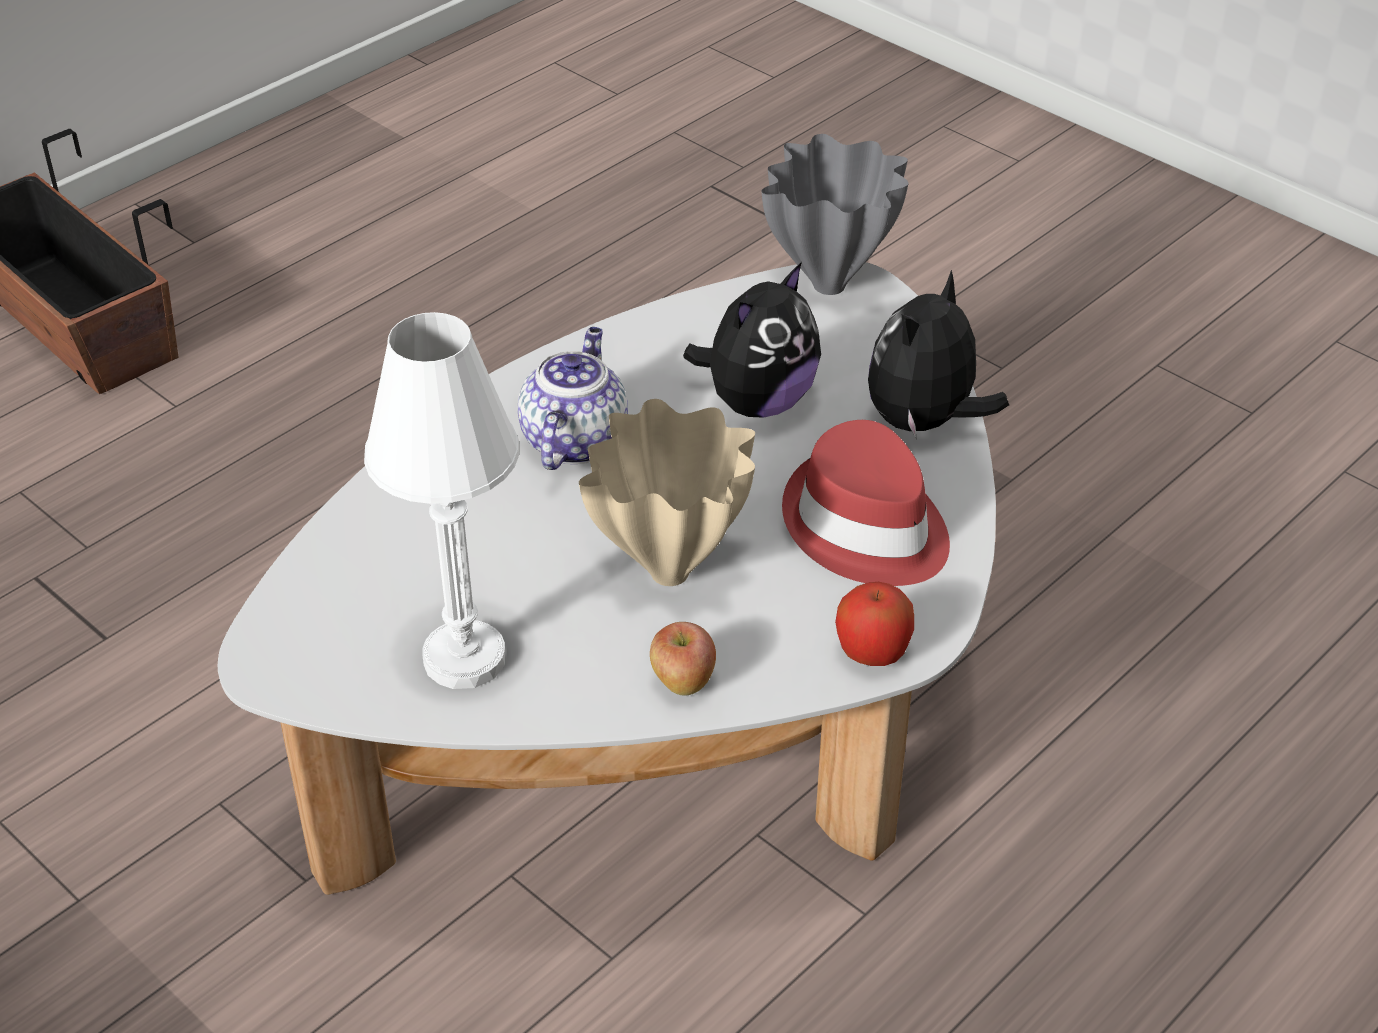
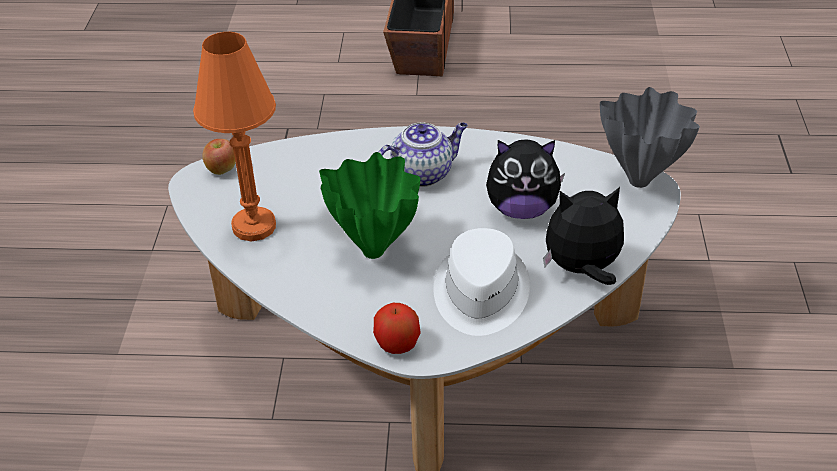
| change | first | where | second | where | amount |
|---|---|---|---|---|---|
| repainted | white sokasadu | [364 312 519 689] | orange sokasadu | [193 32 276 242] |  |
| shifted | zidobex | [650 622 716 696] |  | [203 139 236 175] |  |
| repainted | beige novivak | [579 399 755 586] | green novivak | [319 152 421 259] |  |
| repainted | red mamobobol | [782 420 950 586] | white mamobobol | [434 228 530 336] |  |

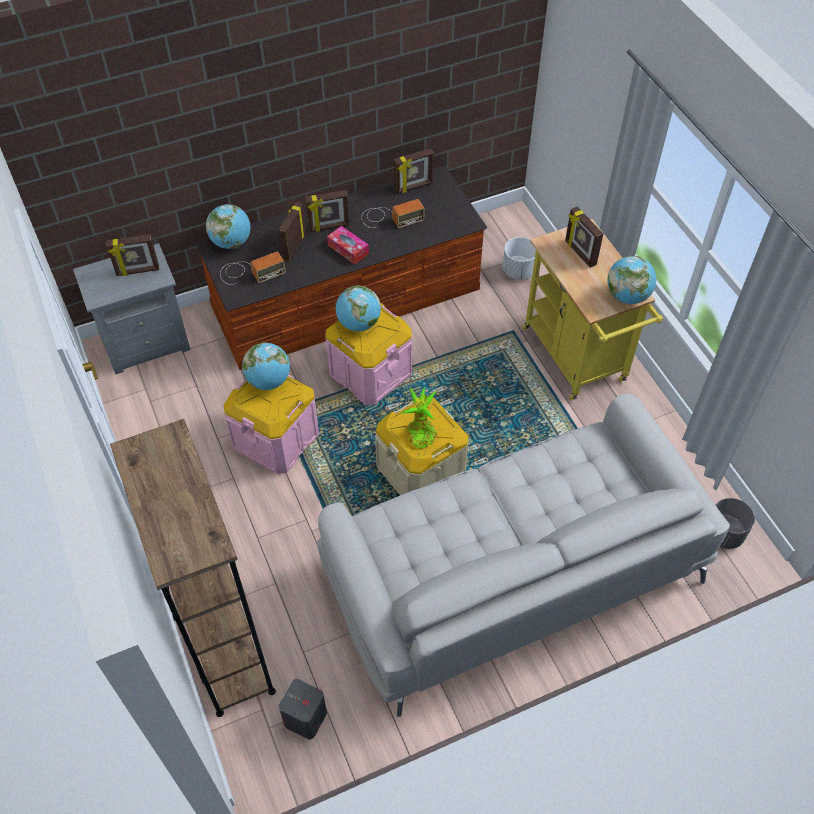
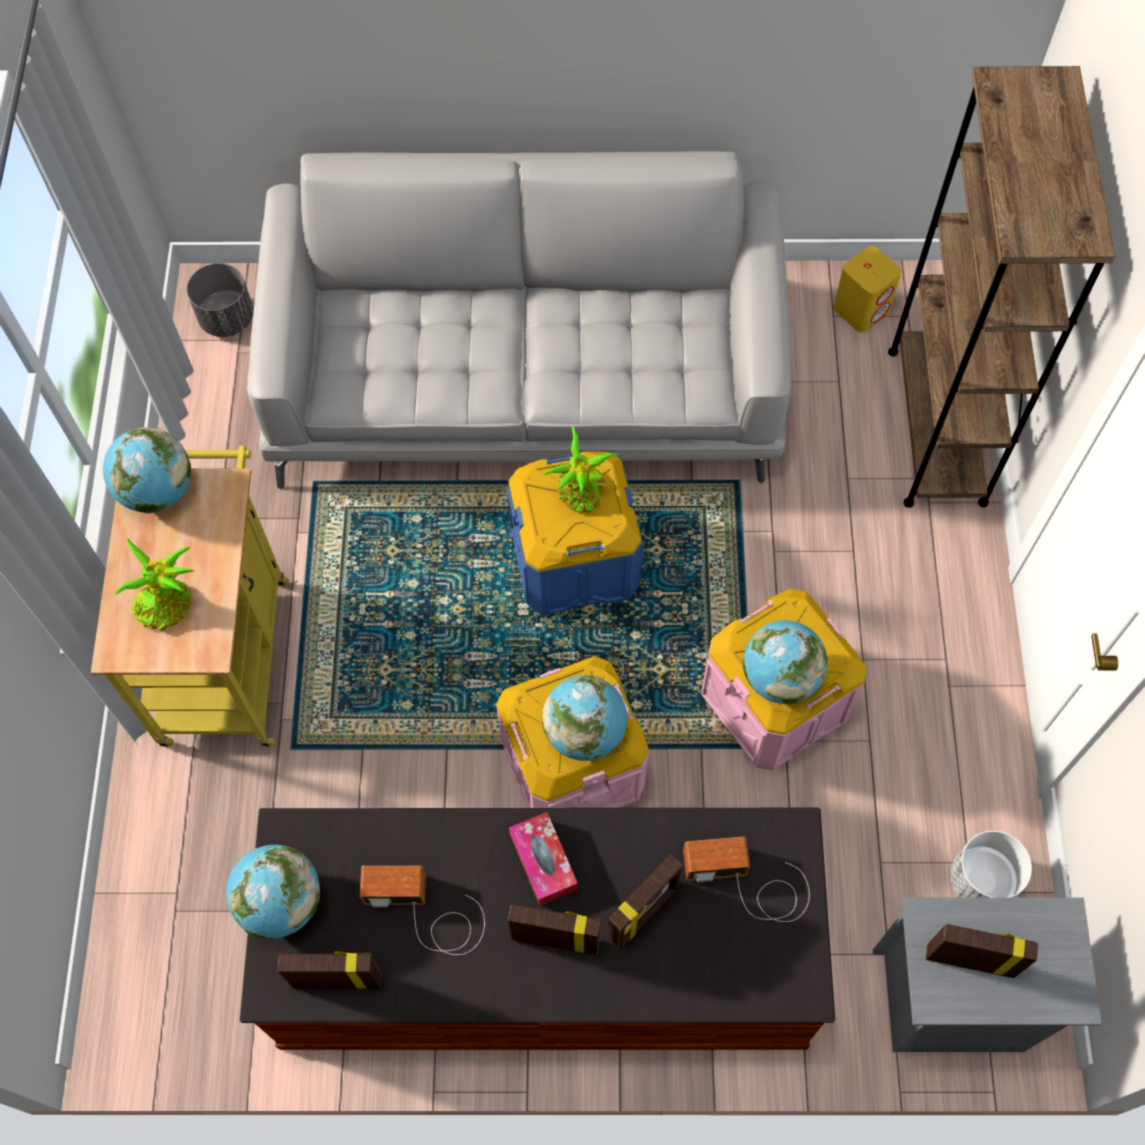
| change | first | where | second | where | amount |
|---|---|---|---|---|---|
| swapped | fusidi | [565 207 603 268] | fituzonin | [115 537 195 631] |  |
| shifted | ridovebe | [206 204 250 249] |  | [226 845 320 939] |  |
| repainted | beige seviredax | [375 398 469 495] | blue seviredax | [507 451 644 615] |  |
| repainted | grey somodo | [279 679 327 739] | yellow somodo | [833 246 902 333] |  |
| shifted | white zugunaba | [503 237 536 280] |  | [950 831 1032 898] |  |

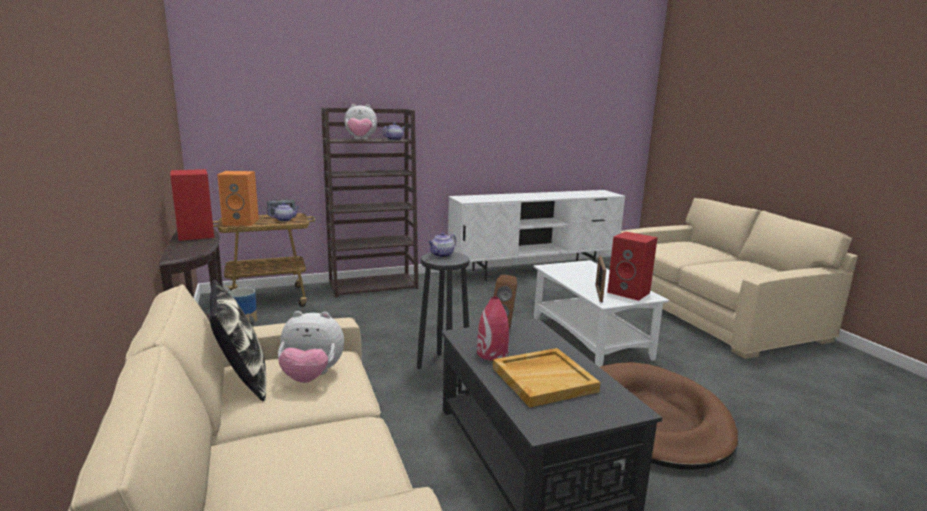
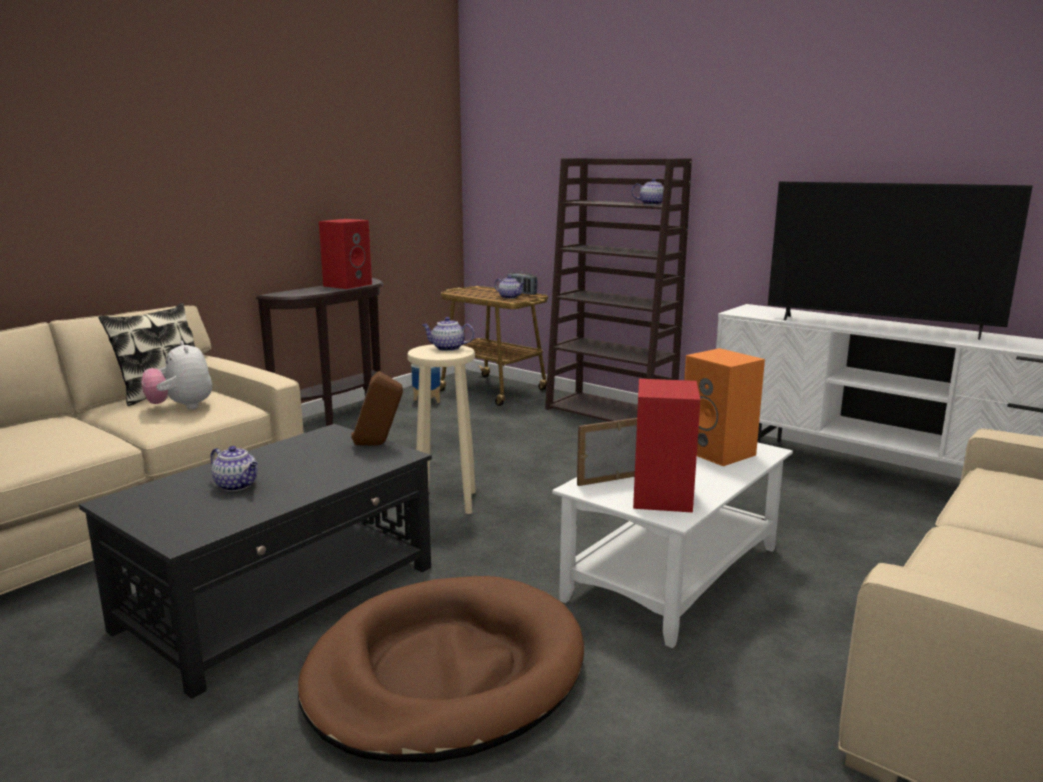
| change | first | where | second | where | amount |
|---|---|---|---|---|---|
| swapped | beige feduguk | [493 348 601 408] | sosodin | [211 446 258 491] |  |
| repainted | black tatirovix | [417 252 470 369] | beige tatirovix | [407 344 476 514] |  |
| shifted | orange somodo | [217 171 259 225] |  | [684 348 765 466] |  |
| new |  |  | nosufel | [768 182 1033 340] |  |
| gone | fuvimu | [344 104 377 140] |  |  |  |
| gone | red novivak | [477 296 509 361] |  |  |  |

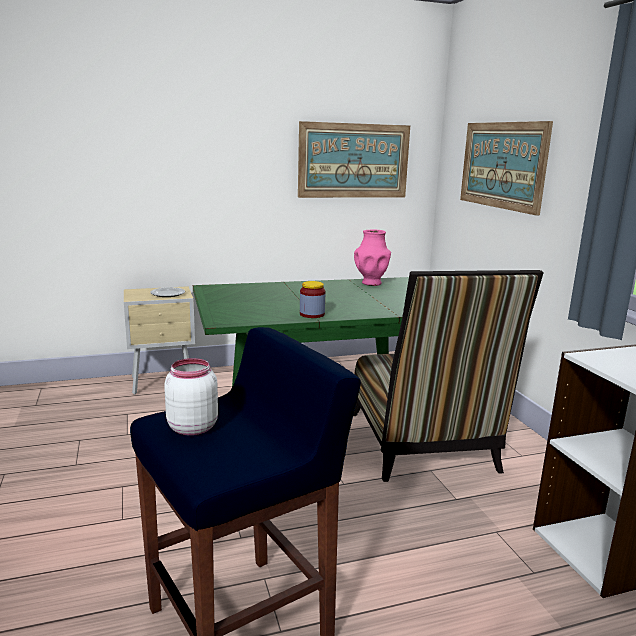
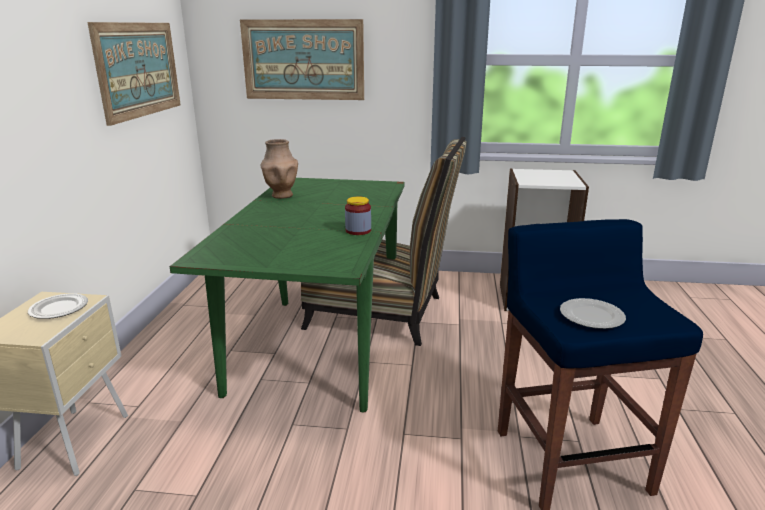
| change | first | where | second | where | amount |
|---|---|---|---|---|---|
| repainted | pink novivak | [354 230 391 286] | brown novivak | [261 139 298 199] |  |
| swapped | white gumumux | [164 358 218 436] | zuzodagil | [560 298 626 329] |  |

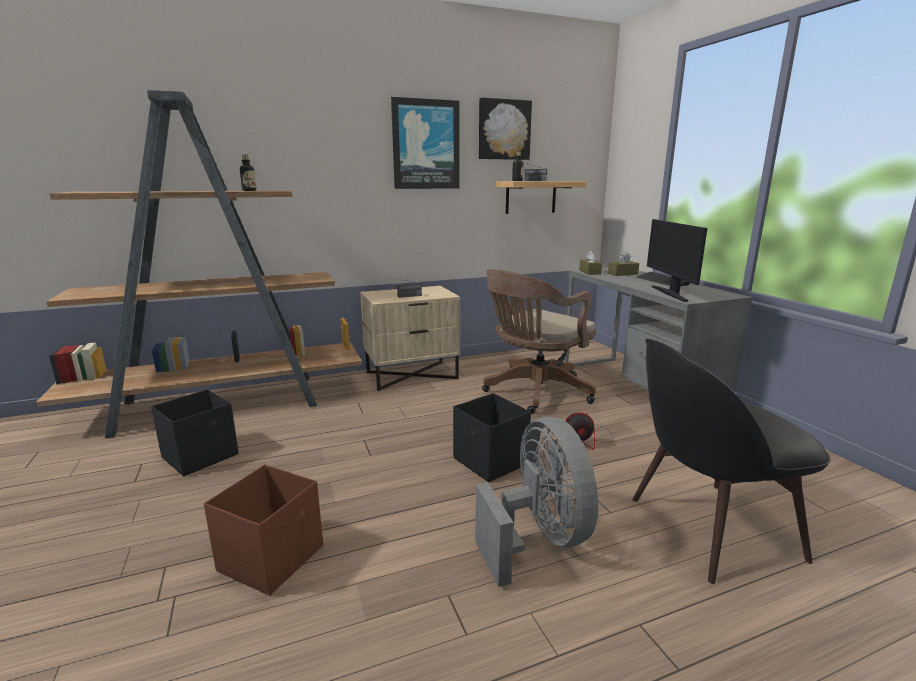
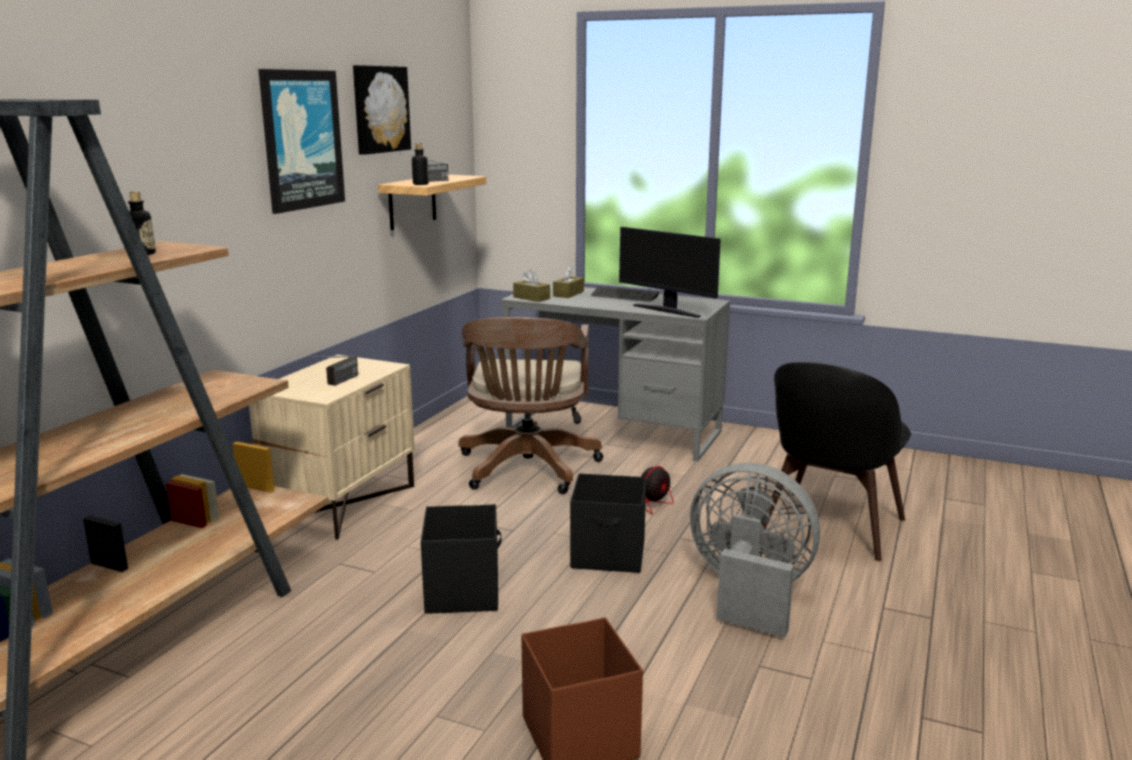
| change | first | where | second | where | amount |
|---|---|---|---|---|---|
| shifted | black seviredax | [151 389 239 476] |  | [421 504 502 614] |  |

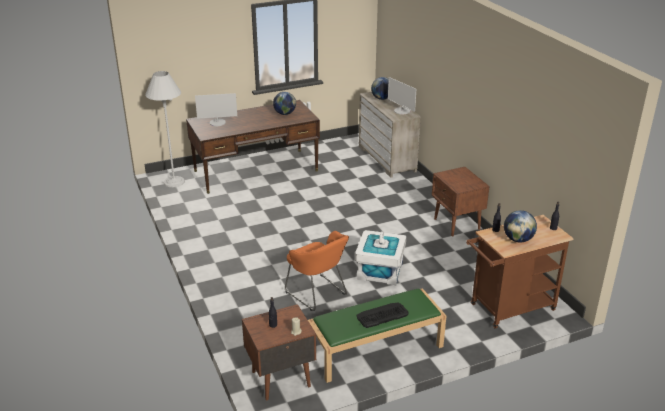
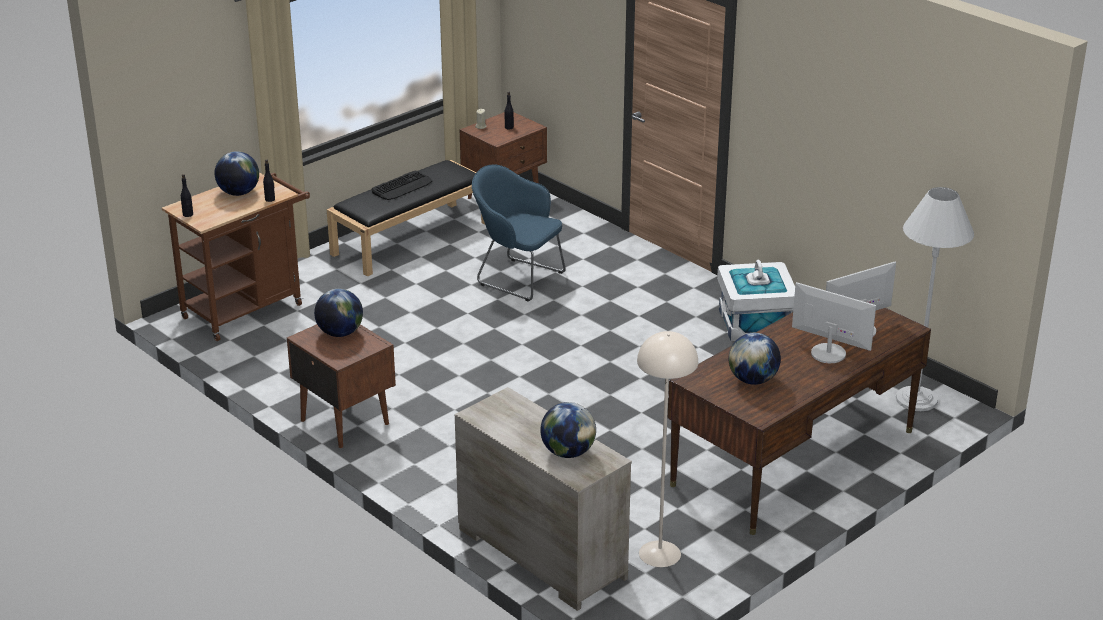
| change | first | where | second | where | amount |
|---|---|---|---|---|---|
| new |  |  | ridovebe | [314 289 363 337] |  |
| repainted | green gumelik | [308 288 446 383] | black gumelik | [327 160 485 277] |  |
| repainted | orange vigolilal | [285 231 349 311] | blue vigolilal | [472 164 566 302] |  |
| new |  |  | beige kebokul | [637 331 698 567] |  |
| shifted | white seviredax | [355 230 406 285] |  | [717 260 795 341] |  |
| shifted | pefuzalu | [388 77 416 115] |  | [792 282 876 363] |  |

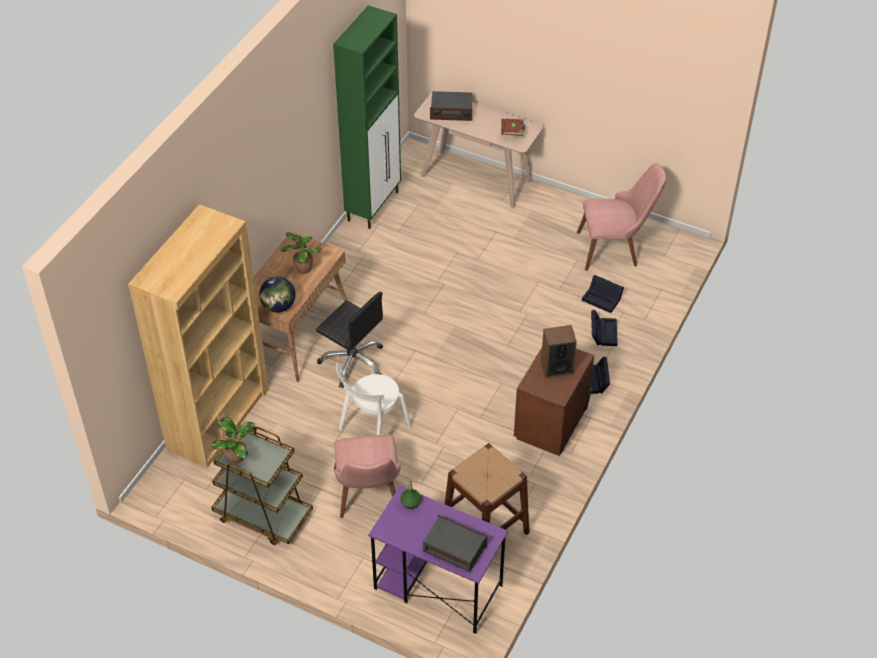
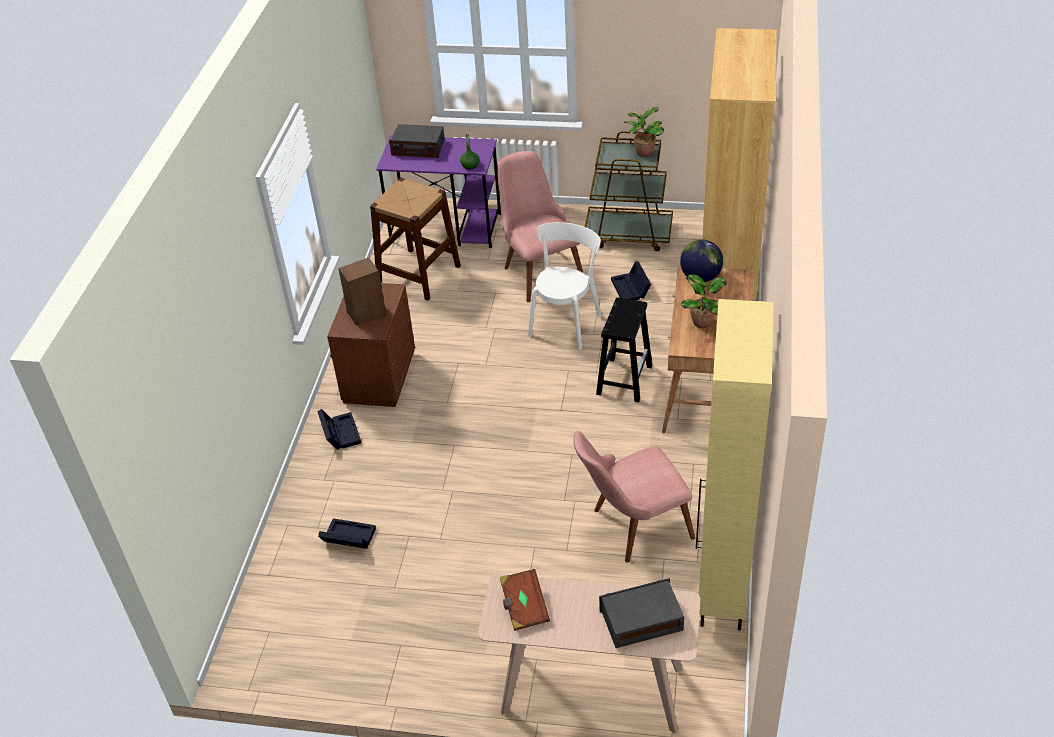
| change | first | where | second | where | amount |
|---|---|---|---|---|---|
| shifted | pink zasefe | [577 163 666 271] |  | [573 431 695 562] |  |
| swapped | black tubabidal | [316 292 383 388] | black tatirovix | [596 297 652 402] |  |
| shifted | black seviredax | [591 310 618 346] |  | [611 261 651 300] |  |
| repainted | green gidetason | [333 5 401 229] | beige gidetason | [696 299 774 631] |  |

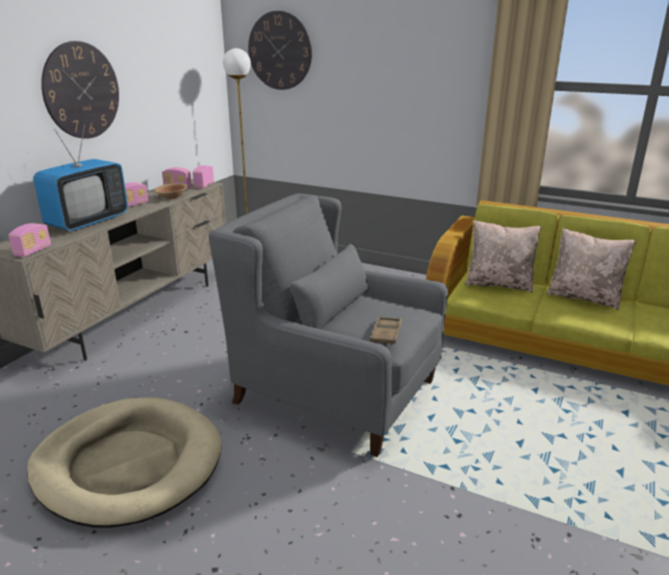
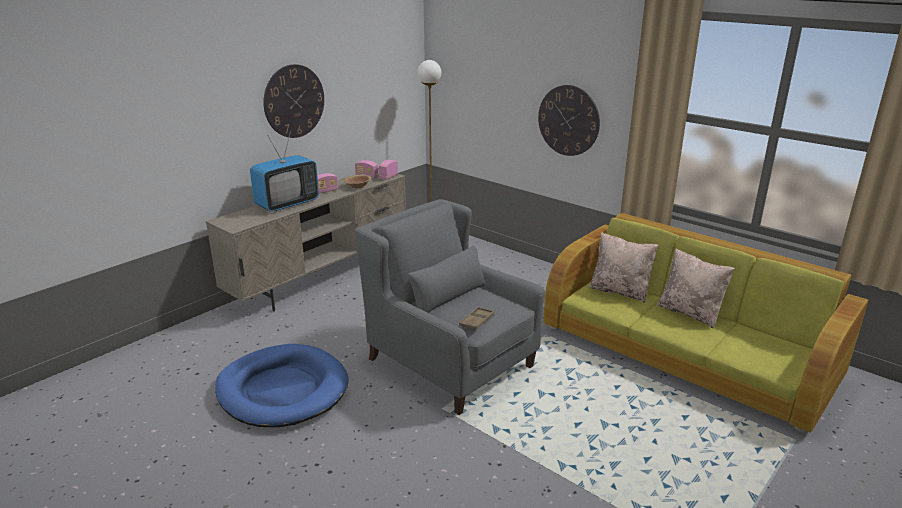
| change | first | where | second | where | amount |
|---|---|---|---|---|---|
| repainted | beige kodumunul | [27 397 222 528] | blue kodumunul | [215 344 348 427] |  |
| shifted | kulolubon | [248 11 312 90] |  | [538 85 600 156] |  |
| gone | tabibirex | [9 223 51 257] |  |  |  |

